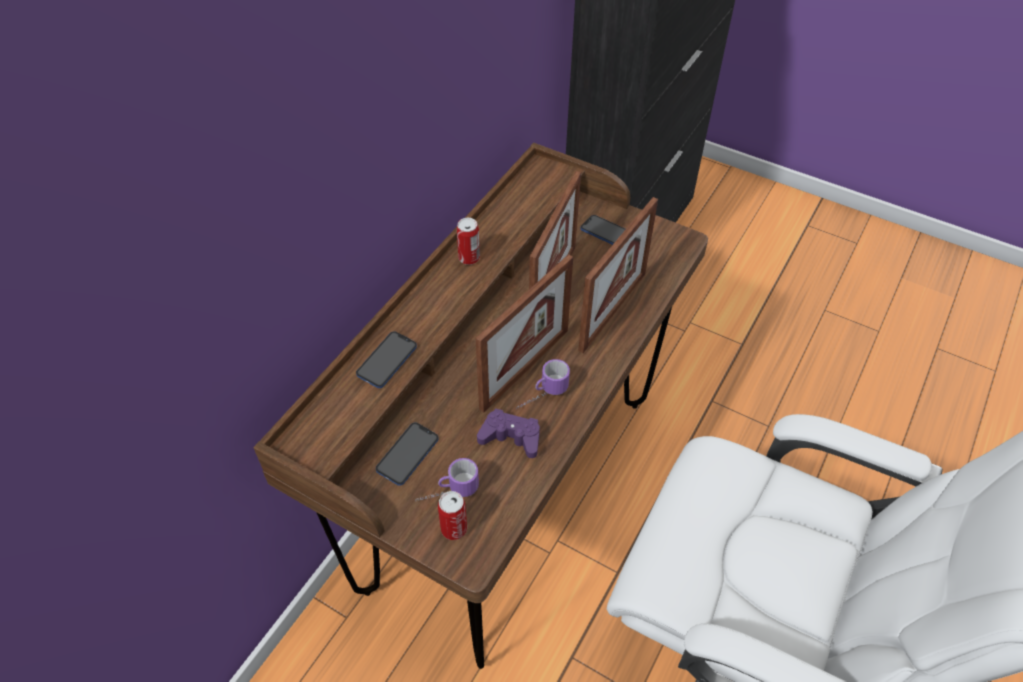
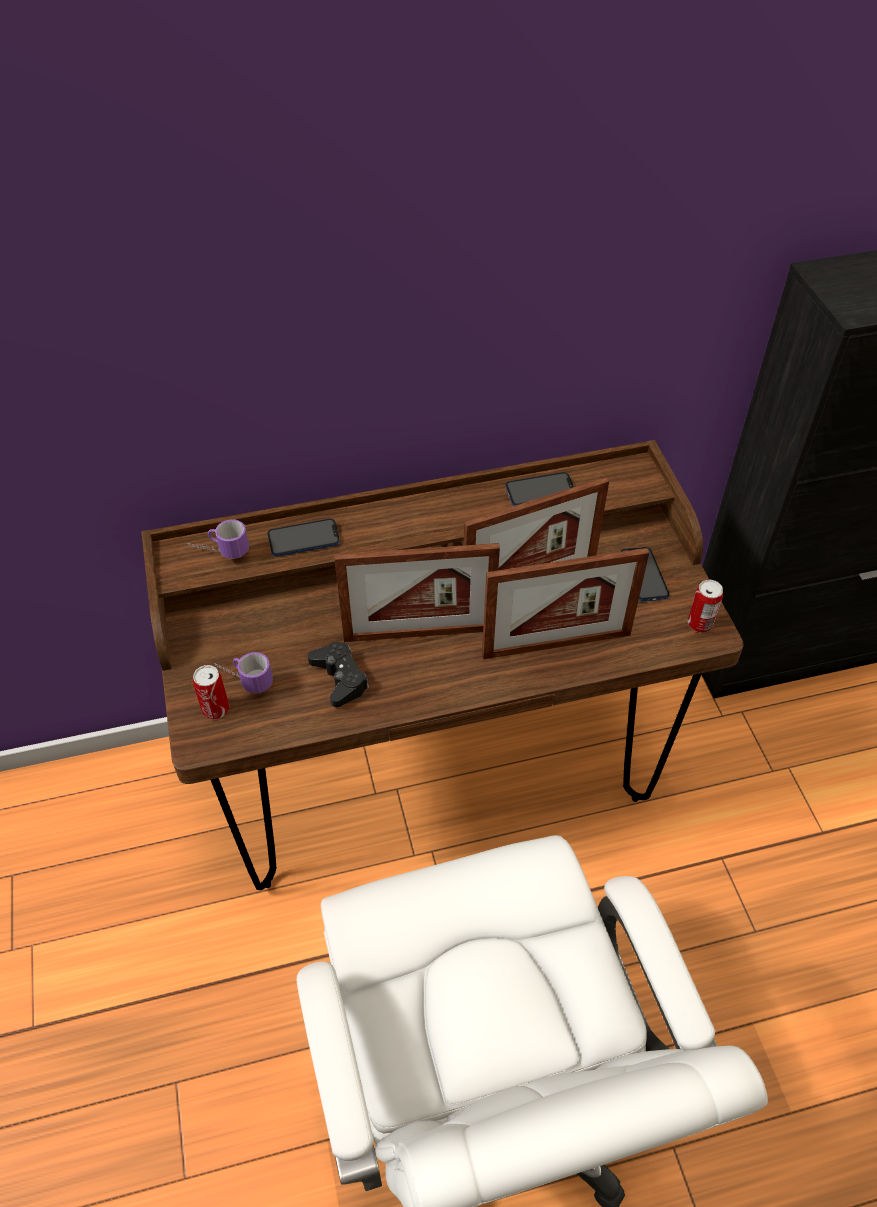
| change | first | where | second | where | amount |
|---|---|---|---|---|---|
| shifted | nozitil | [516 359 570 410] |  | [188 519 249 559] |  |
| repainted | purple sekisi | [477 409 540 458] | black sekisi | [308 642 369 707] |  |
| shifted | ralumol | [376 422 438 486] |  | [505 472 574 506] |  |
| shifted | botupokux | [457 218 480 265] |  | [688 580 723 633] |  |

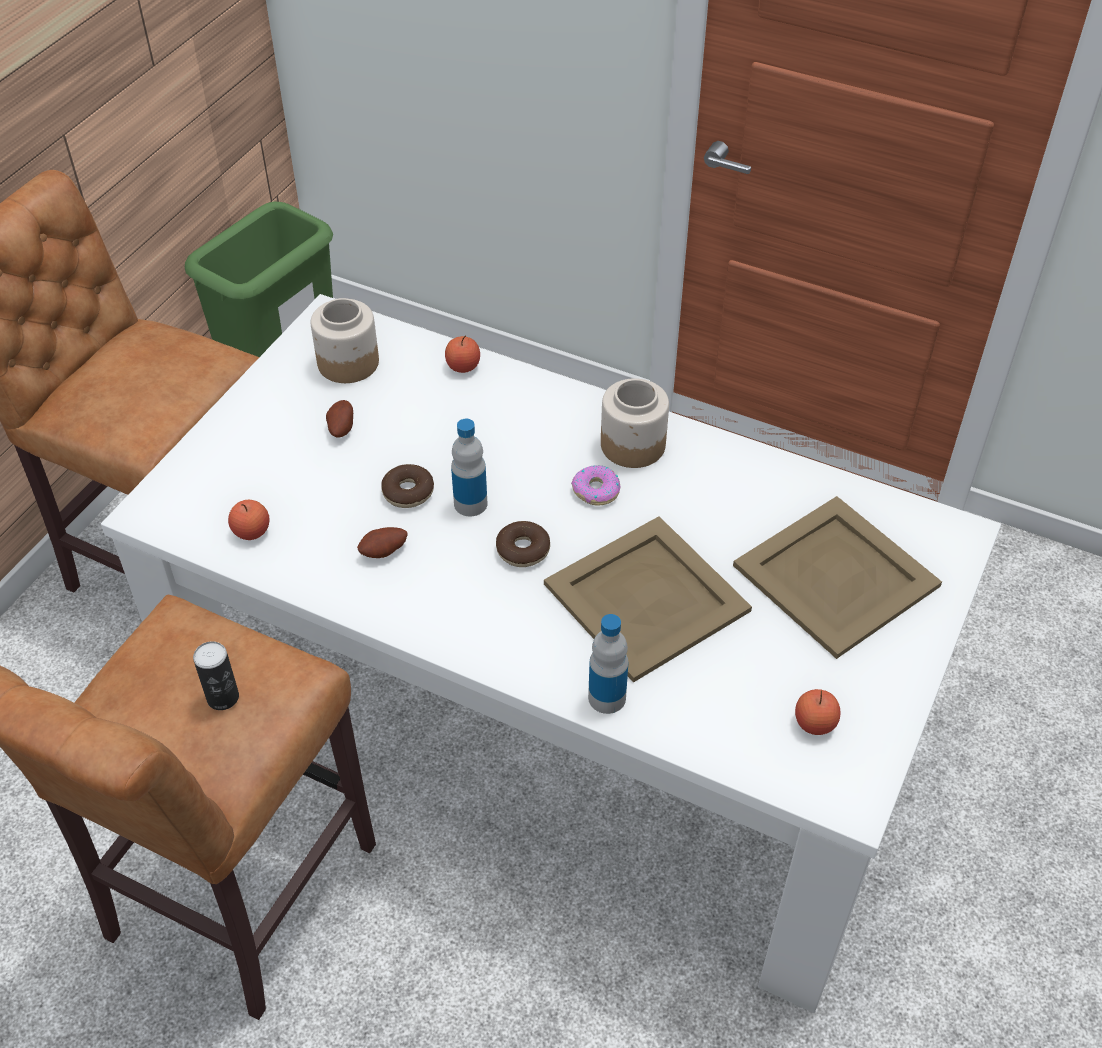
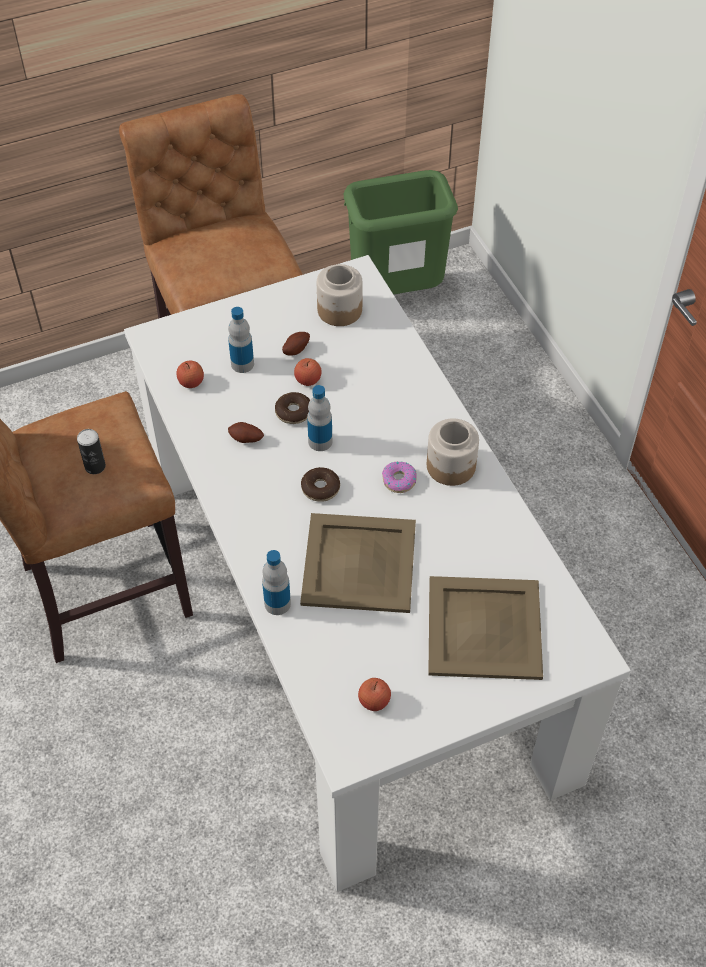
| change | first | where | second | where | amount |
|---|---|---|---|---|---|
| new |  |  | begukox | [228 307 254 373] |  |
| shifted | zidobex | [445 335 480 373] |  | [294 358 322 386] |  |

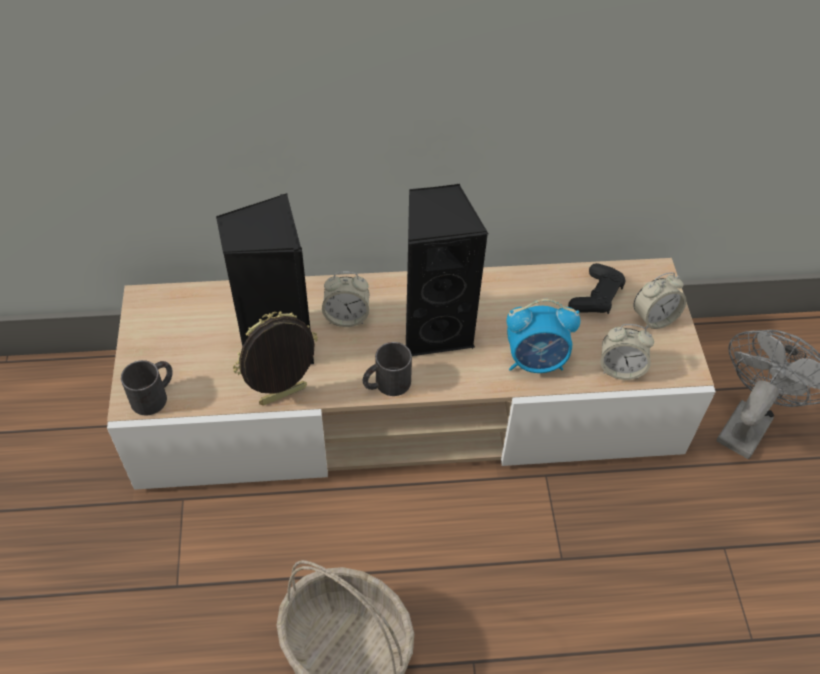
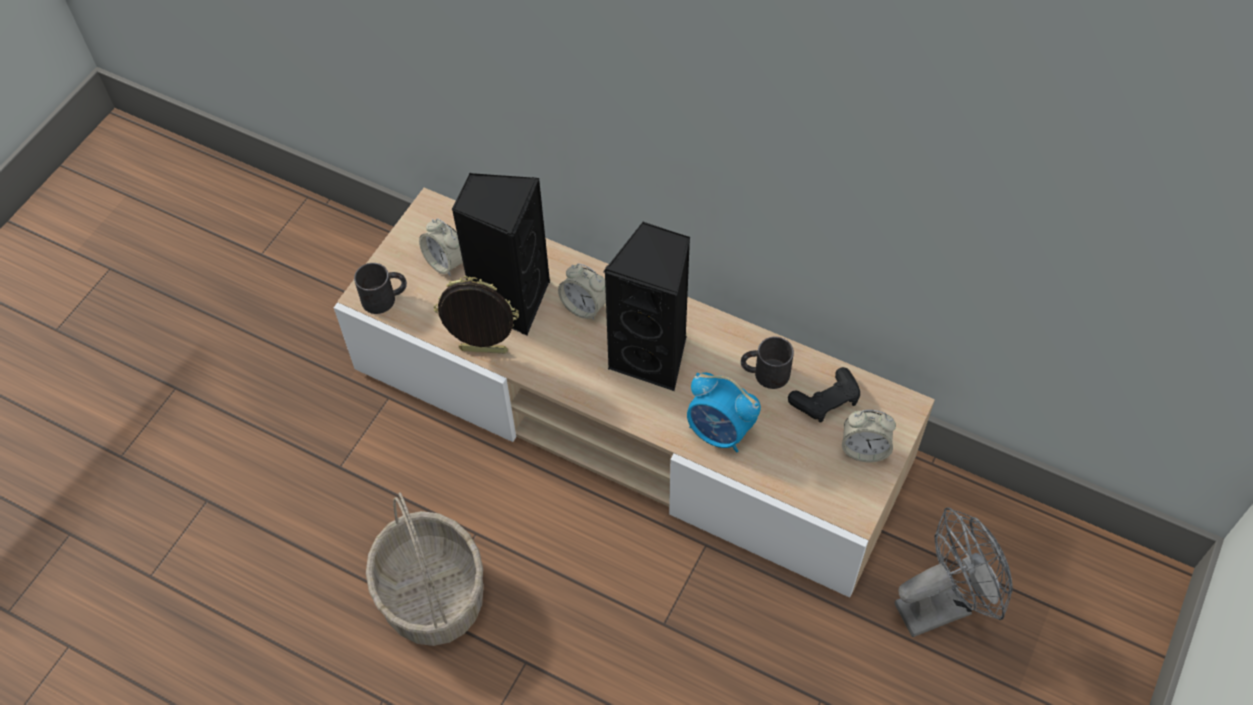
| change | first | where | second | where | amount |
|---|---|---|---|---|---|
| shifted | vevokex | [600 324 654 380] |  | [419 218 463 277] |  |
| shifted | black nozitil | [363 342 412 396] |  | [741 337 794 389] |  |

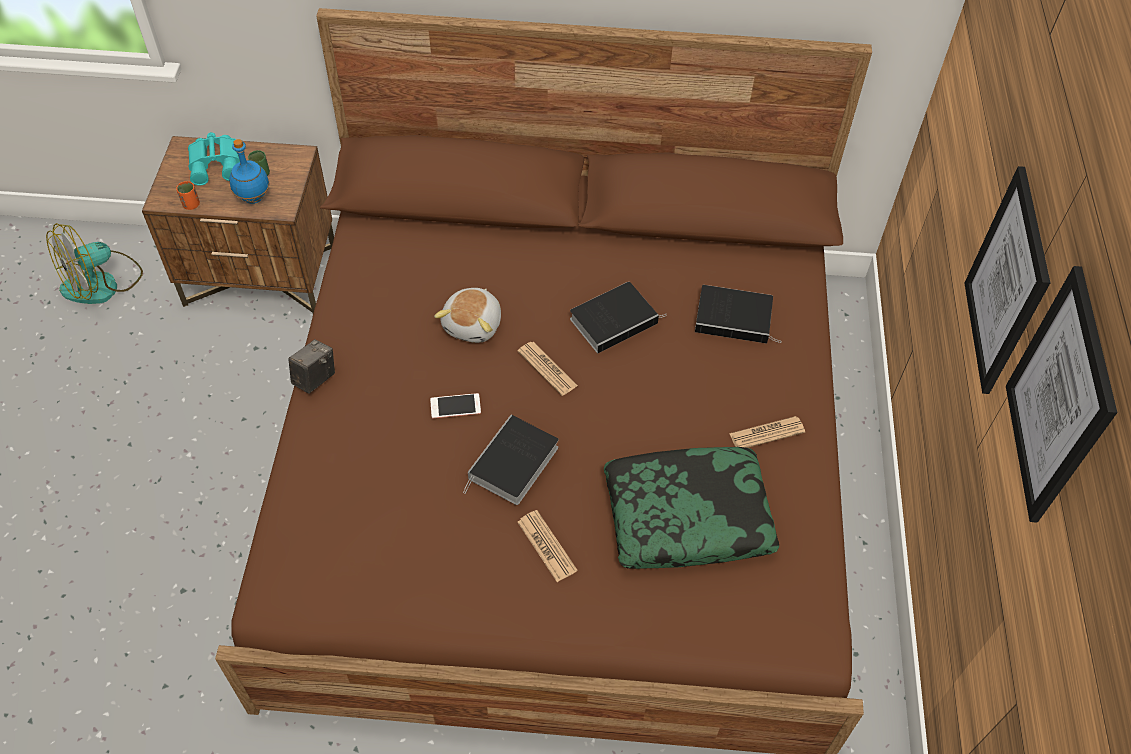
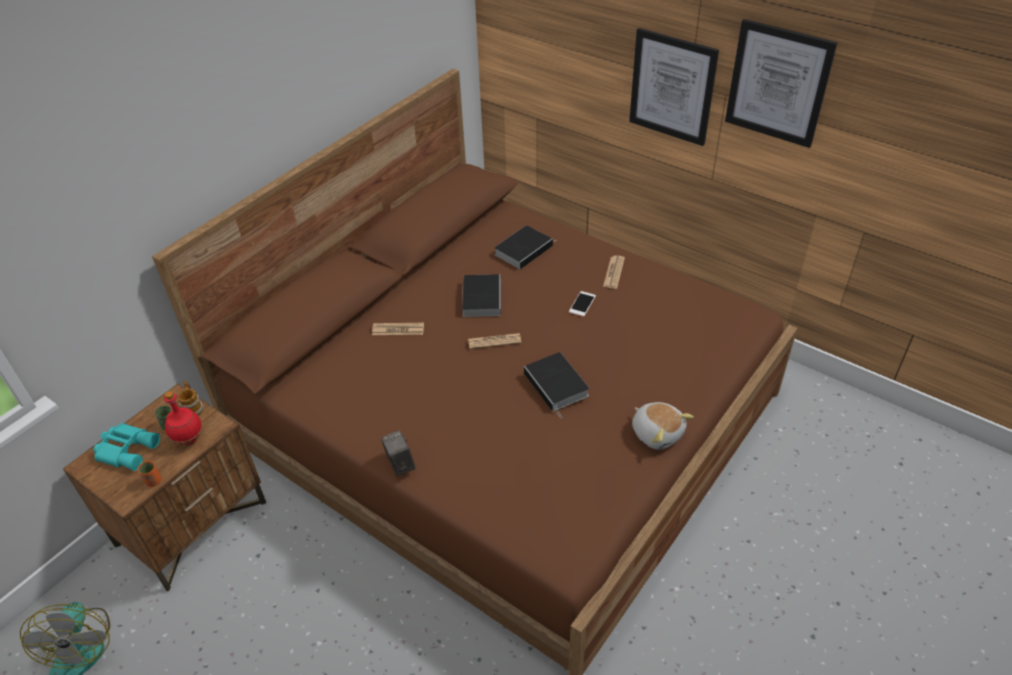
| change | first | where | second | where | amount |
|---|---|---|---|---|---|
| repainted | blue begukox | [229 139 270 204] | red begukox | [164 391 202 445] |  |
| new |  |  | nozitil | [177 381 203 415] |  |
| shifted | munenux | [518 510 577 582] |  | [372 323 424 335] |  |
| shifted | ralumol | [430 393 481 418] |  | [569 291 596 317] |  |
| shifted | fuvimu | [434 288 501 343] |  | [632 402 694 450] |  |
| gone | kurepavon | [604 447 779 569] |  |  |  |

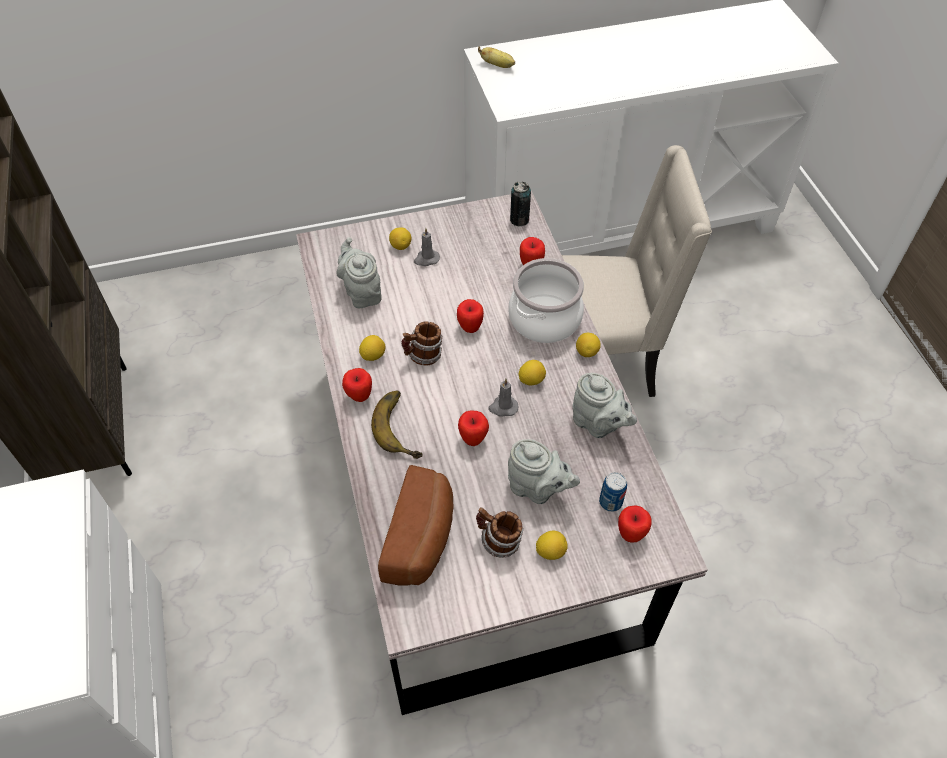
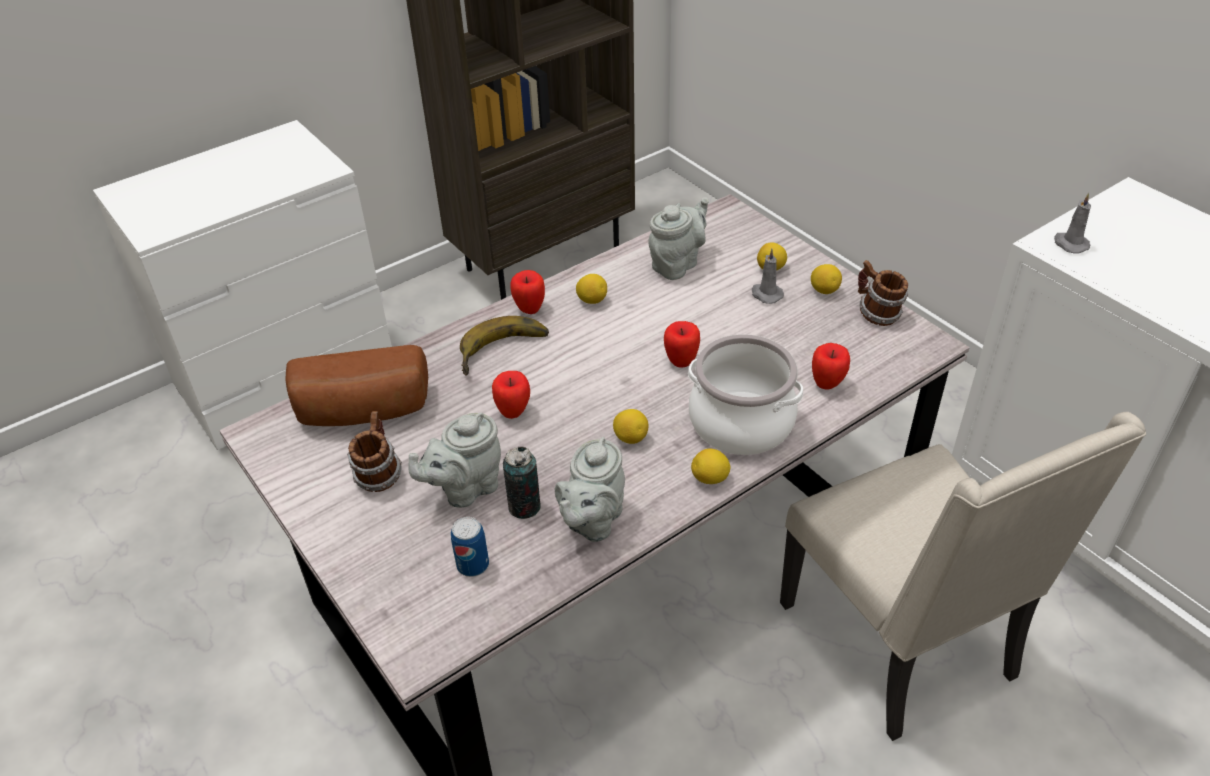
| change | first | where | second | where | amount |
|---|---|---|---|---|---|
| rotated | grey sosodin | [508 439 580 504] |  | [409 413 501 508] | 45 degrees clockwise |
| shifted | botupokux | [510 182 531 226] |  | [503 447 541 519] |  |
| shifted | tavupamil | [536 531 568 560] |  | [811 264 842 294] |  |
| shifted | nozitil | [401 321 442 365] |  | [858 260 908 326] |  |
| shifted | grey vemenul | [488 379 519 417] |  | [1054 193 1091 254] |  |
| gone | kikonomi | [478 46 515 68] |  |  |  |
| gone | zidobex | [618 505 652 543] |  |  |  |

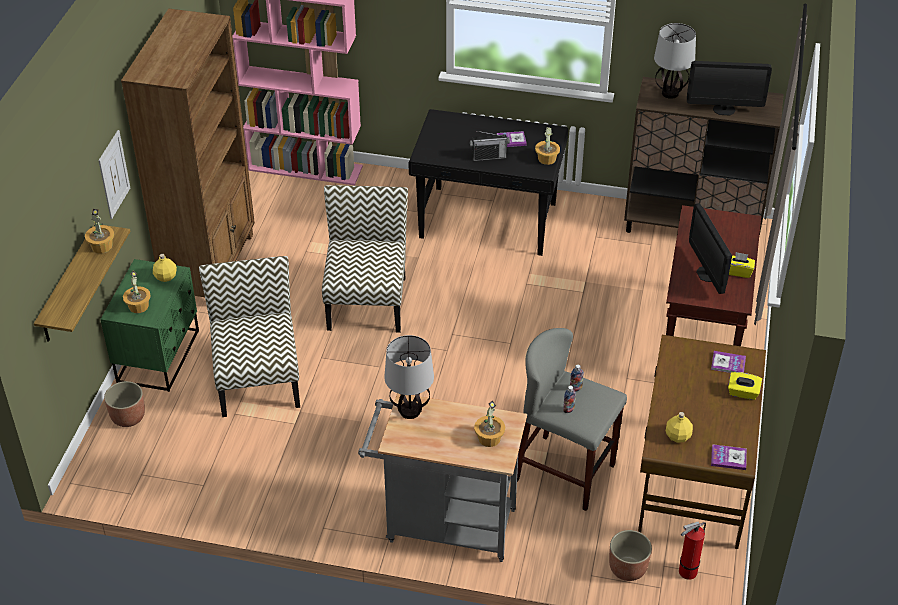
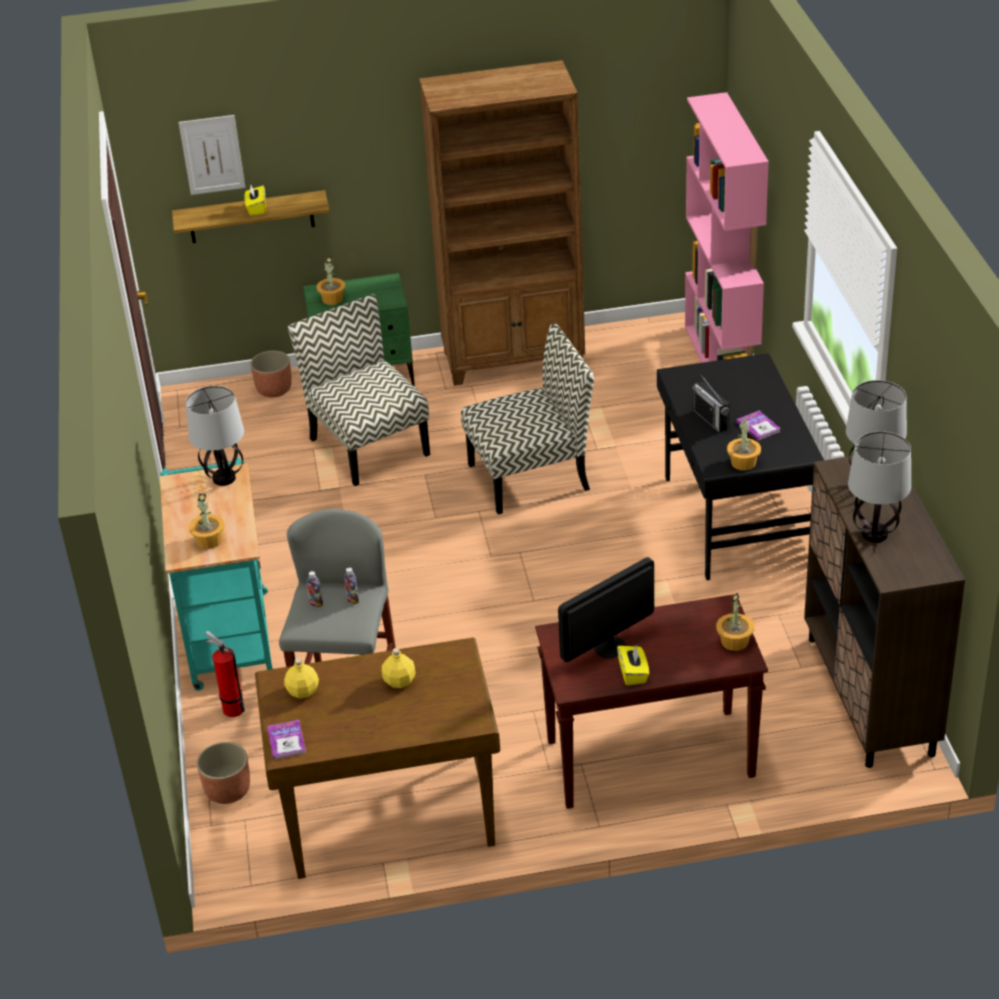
| change | first | where | second | where | amount |
|---|---|---|---|---|---|
| repainted | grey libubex | [358 393 527 562] | turquoise libubex | [160 458 272 691] |  |
| shifted | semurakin | [98 130 130 219] |  | [179 115 245 195] |  |
| shifted | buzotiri | [679 522 706 580] |  | [205 631 245 717] |  |
| shifted | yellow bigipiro | [728 372 762 400] |  | [244 186 266 215] |  |
| rotated | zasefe | [199 256 300 417] |  | [287 294 430 486] | 90 degrees counterclockwise |
| shifted | yellow begukox | [153 254 177 282] |  | [382 648 416 688] |  |
| shifted | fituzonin | [85 209 114 253] |  | [716 593 754 651] |  |
| swapped | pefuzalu | [687 61 772 115] | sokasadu | [848 431 911 542] |  |
| gone | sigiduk | [711 351 746 373] |  |  |  |

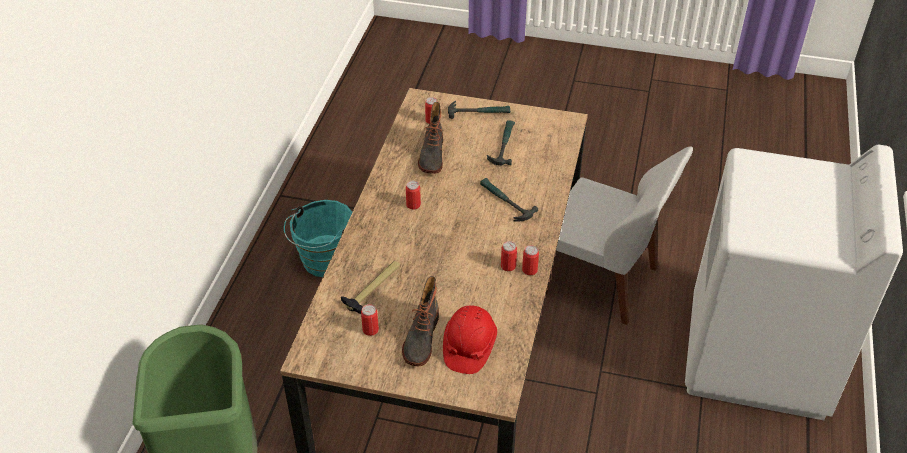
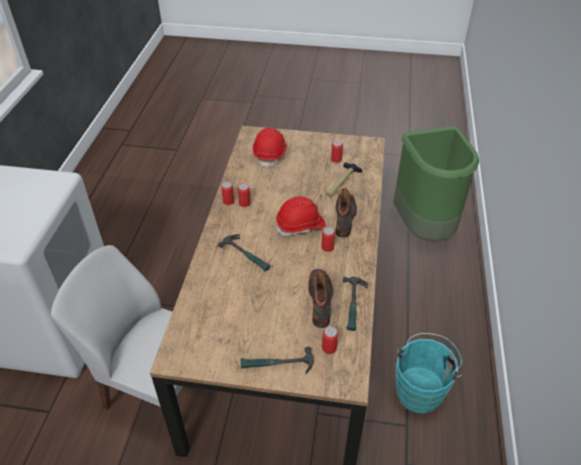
| change | first | where | second | where | amount |
|---|---|---|---|---|---|
| new |  |  | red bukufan | [276 196 326 236] |  |
| shifted | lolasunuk | [402 276 439 366] |  | [335 188 357 238] |  |
| shifted | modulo | [487 120 515 165] |  | [343 277 368 331] |  |

